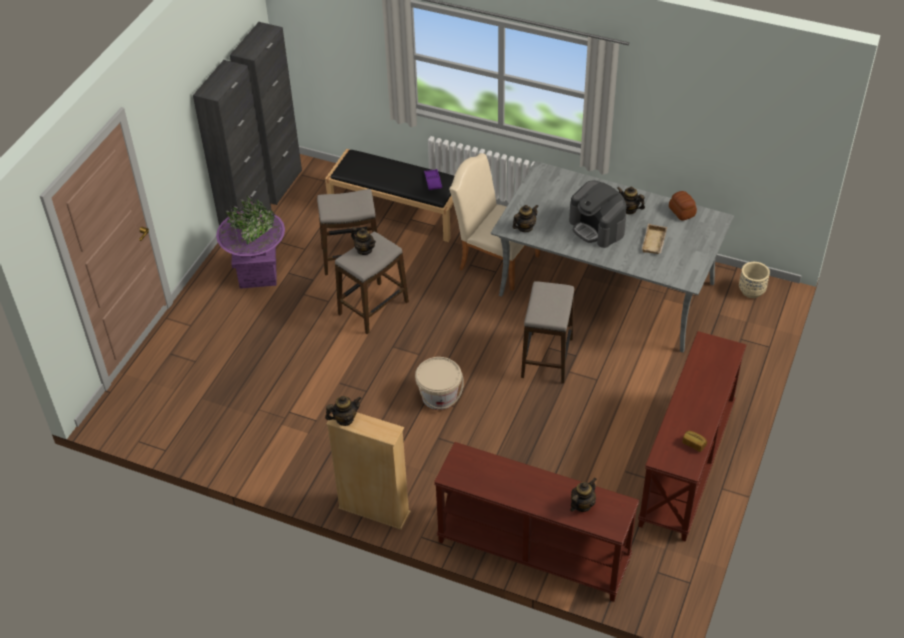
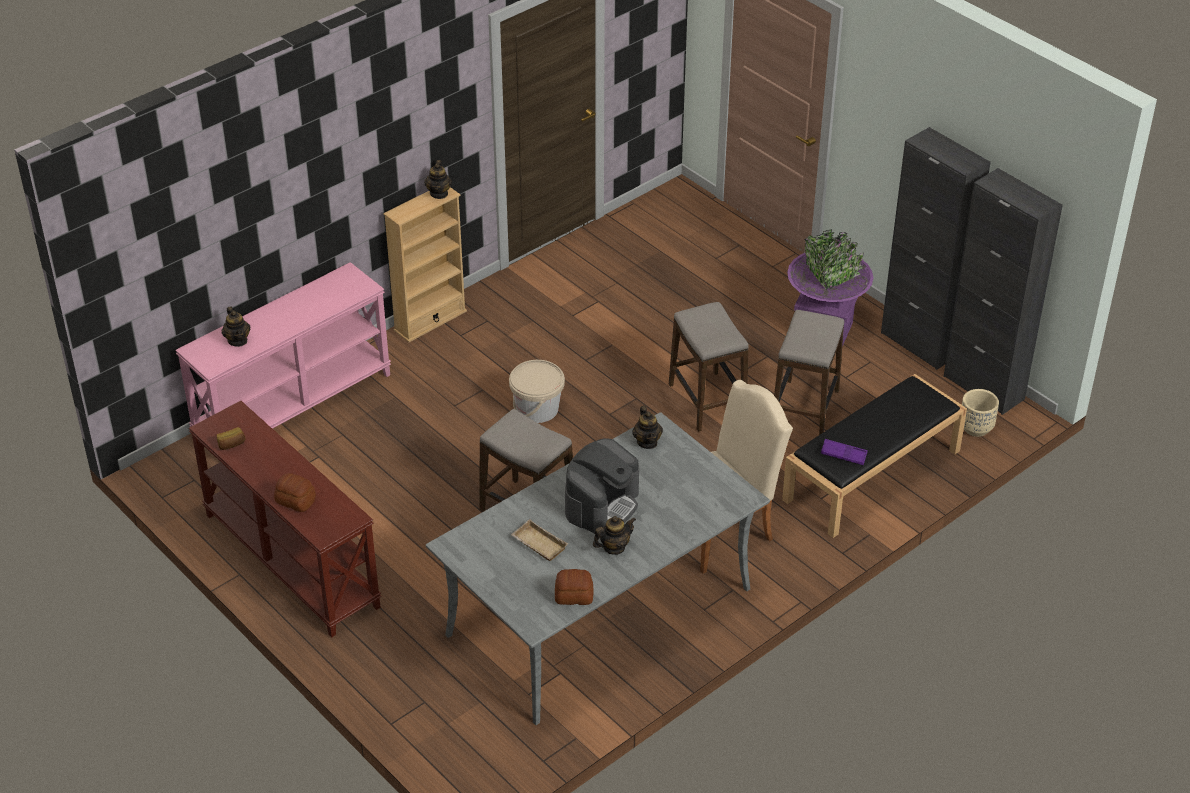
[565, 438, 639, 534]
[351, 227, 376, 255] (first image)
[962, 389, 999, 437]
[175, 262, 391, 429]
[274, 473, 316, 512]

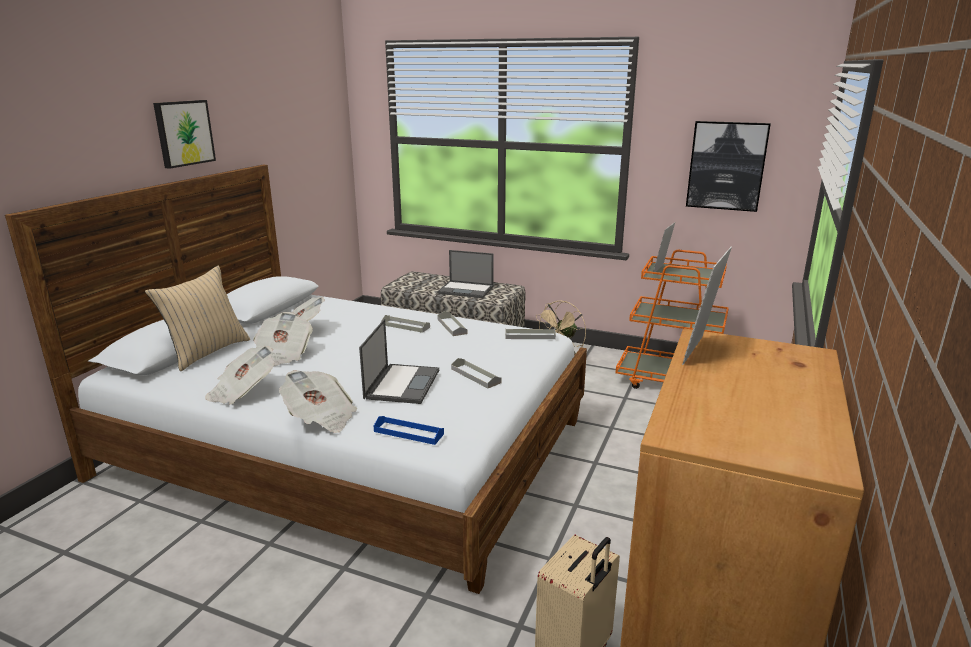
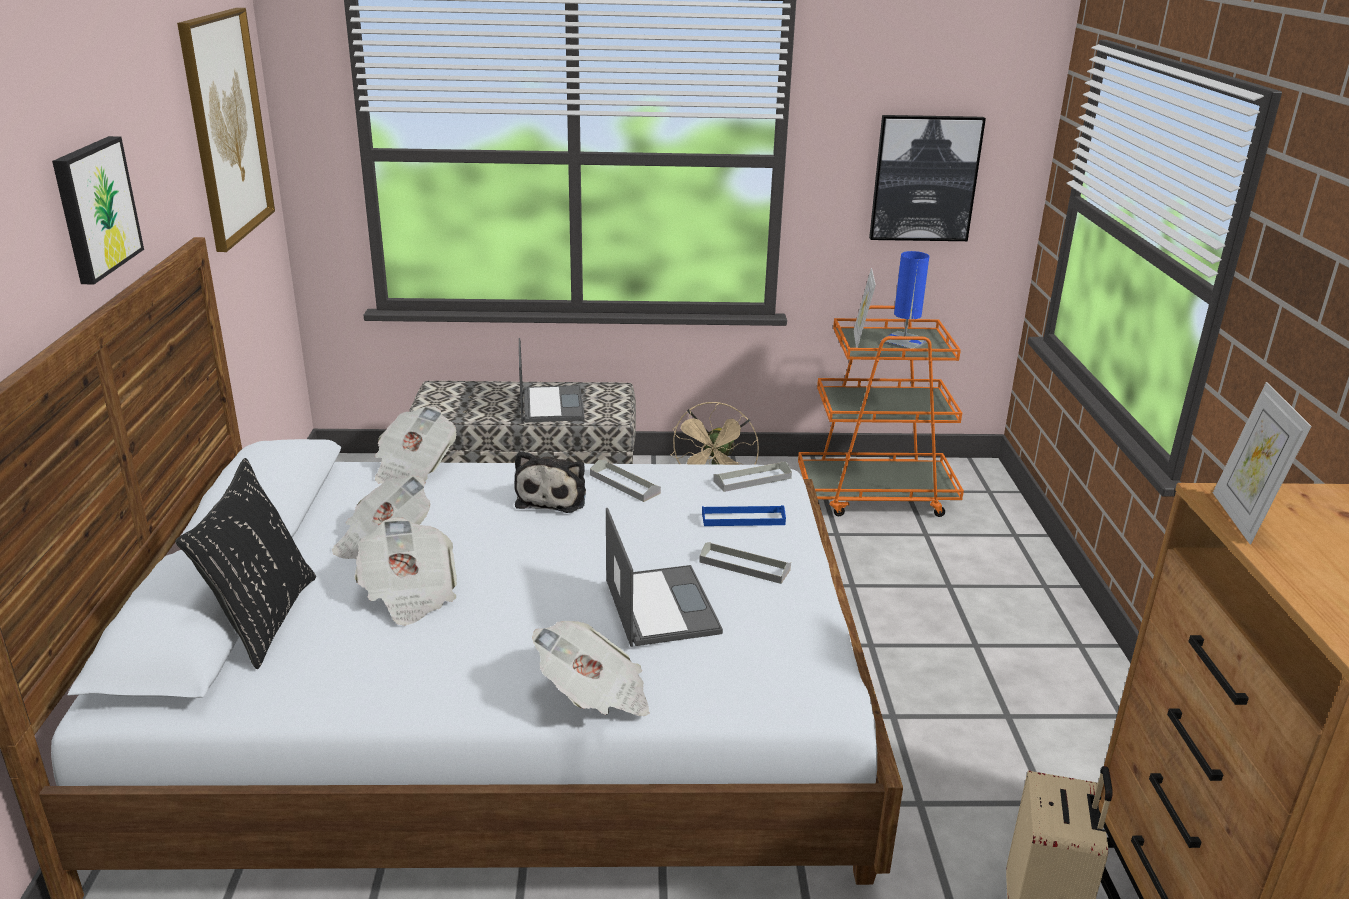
[519, 338, 585, 423]
[175, 458, 316, 669]
[514, 451, 586, 513]
[375, 406, 456, 484]
[702, 505, 786, 526]
[177, 8, 275, 252]
[880, 251, 929, 349]

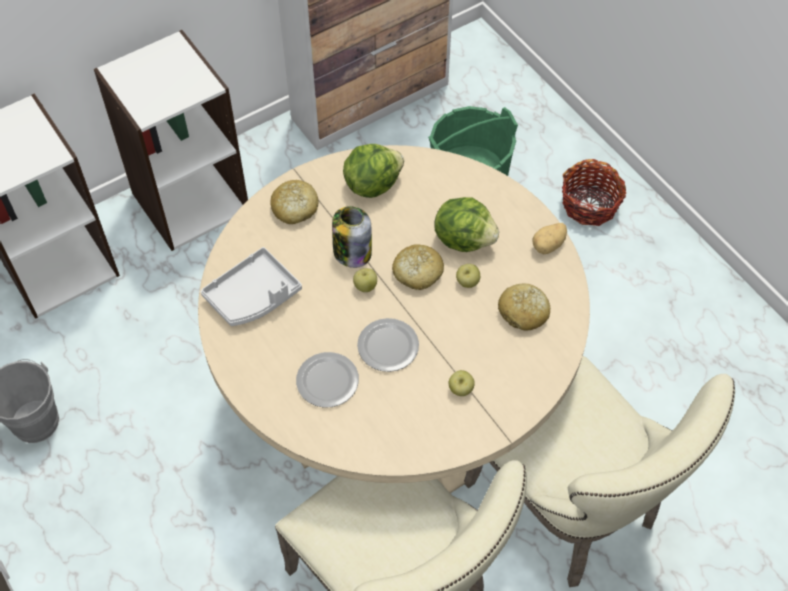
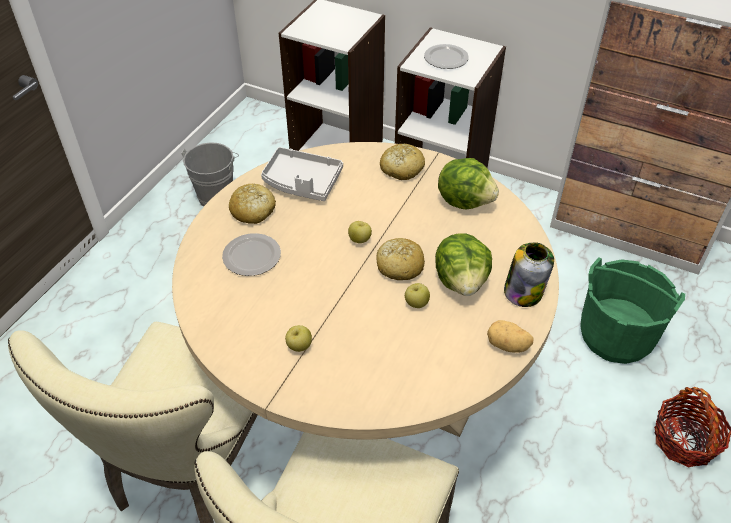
[504, 242, 554, 307]
[229, 184, 276, 224]
[424, 44, 469, 69]

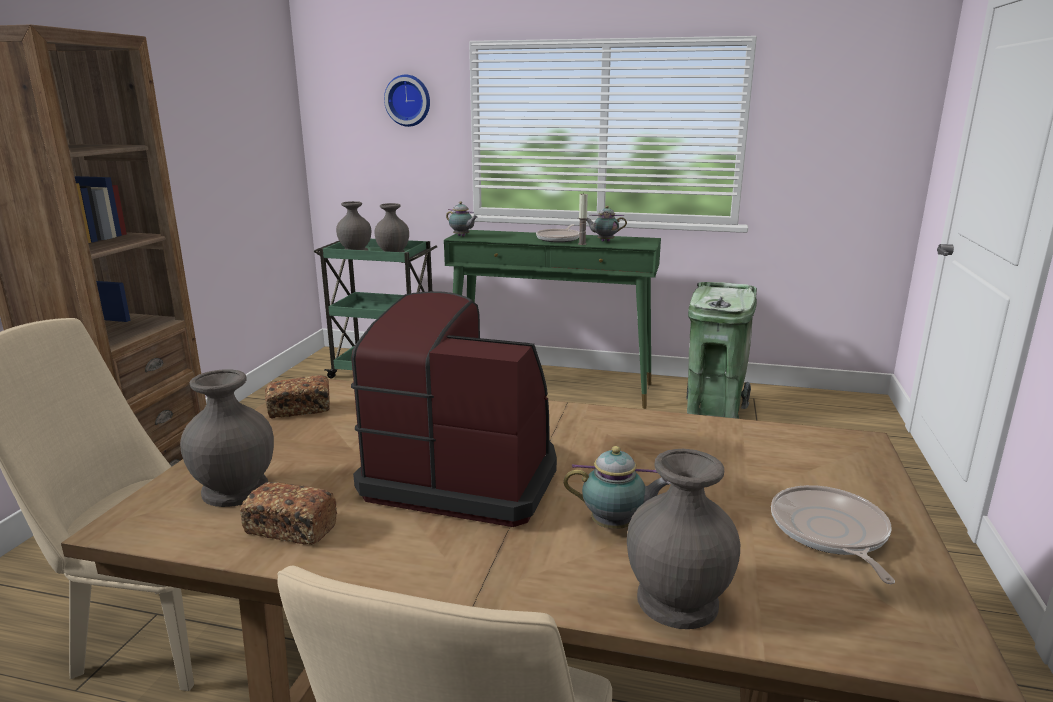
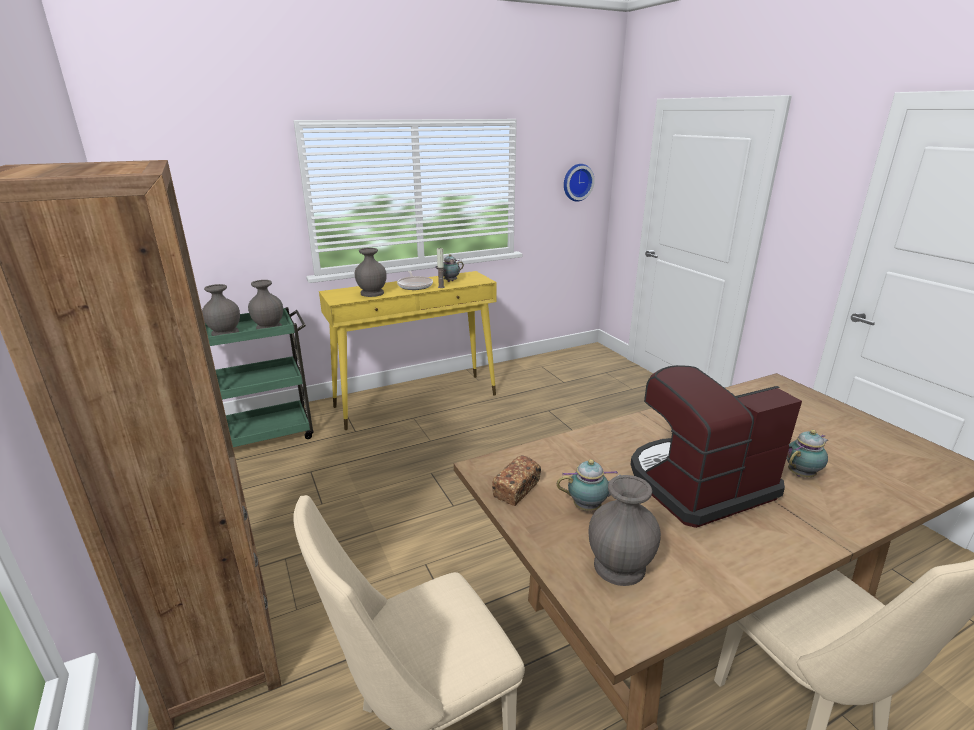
[564, 164, 595, 202]
[557, 459, 620, 511]
[319, 271, 497, 430]
[686, 282, 757, 419] (first image)
[355, 248, 387, 297]
[240, 482, 337, 545] (first image)
[771, 485, 895, 584] (first image)

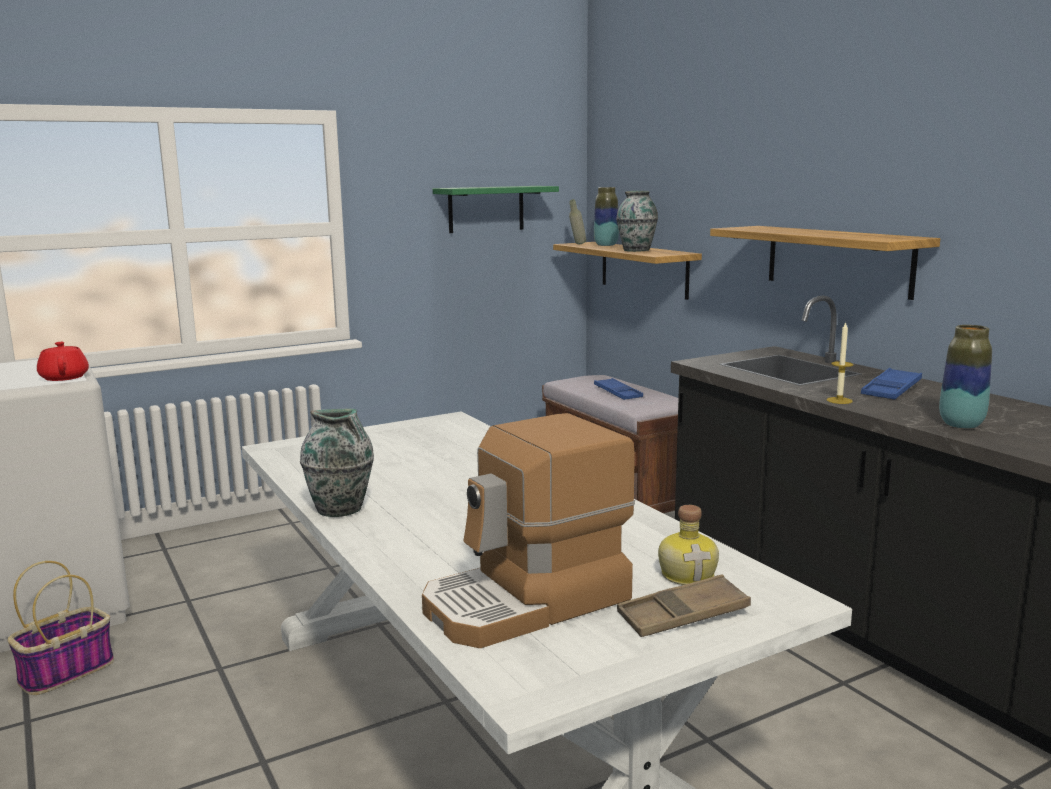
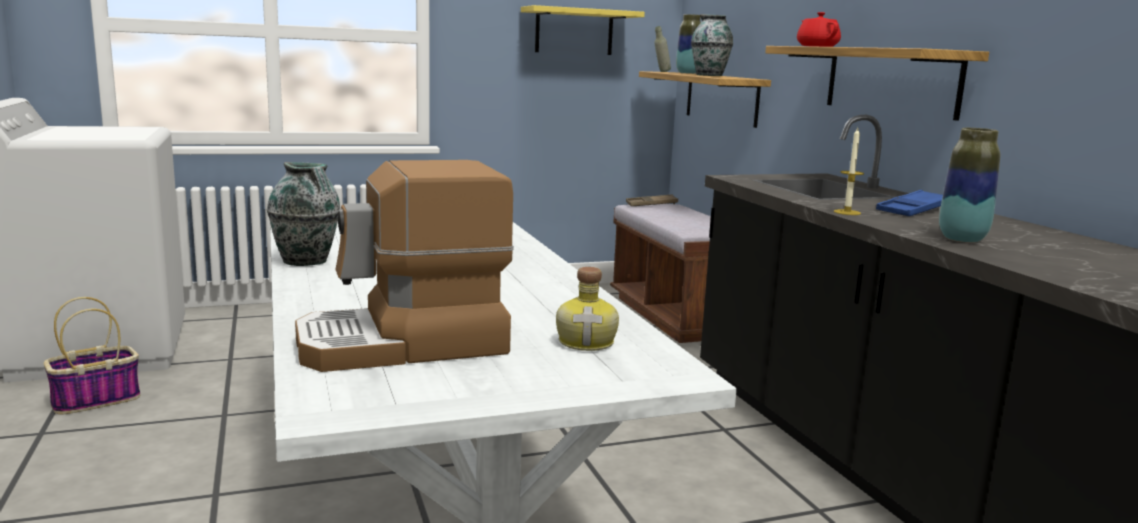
[521, 5, 645, 55]
[797, 12, 841, 47]
[594, 378, 643, 400] (first image)
[626, 194, 678, 206]

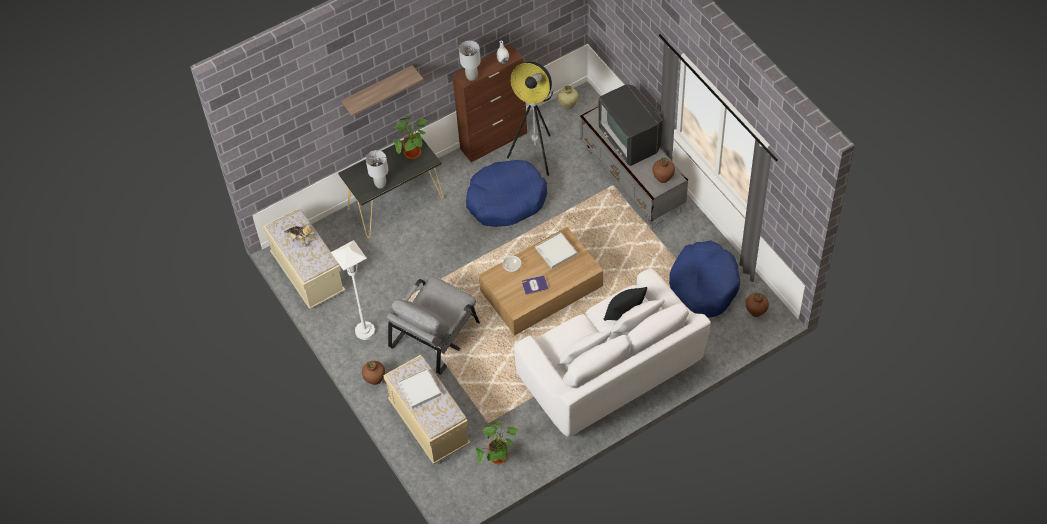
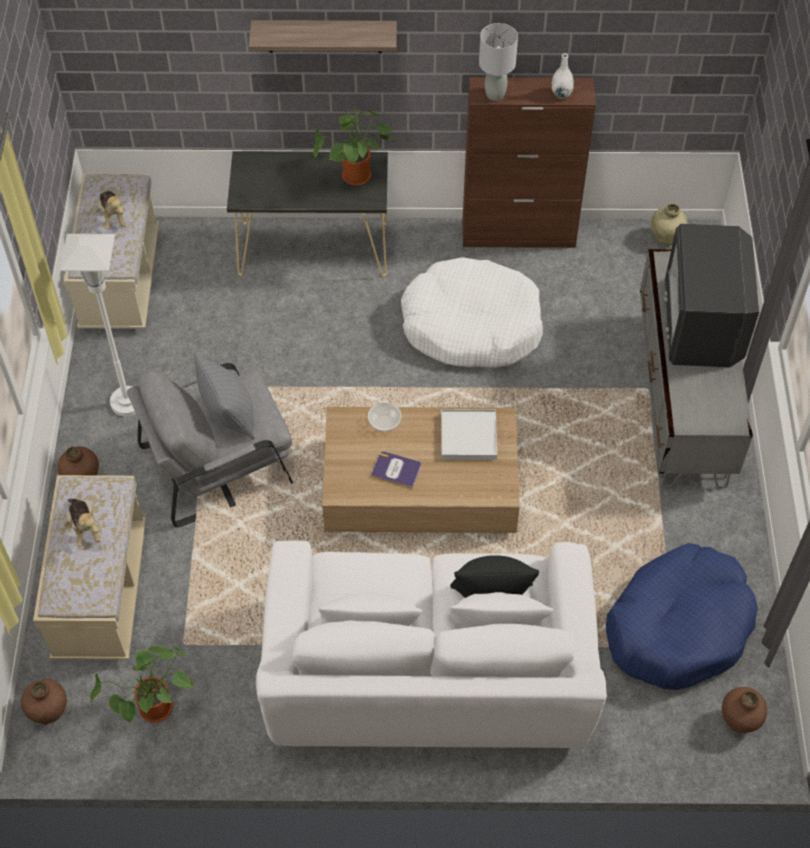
[507, 62, 554, 176] (first image)
[366, 150, 388, 189] (first image)
[21, 679, 67, 725]
[401, 257, 543, 368]
[63, 499, 101, 547]
[195, 353, 255, 440]

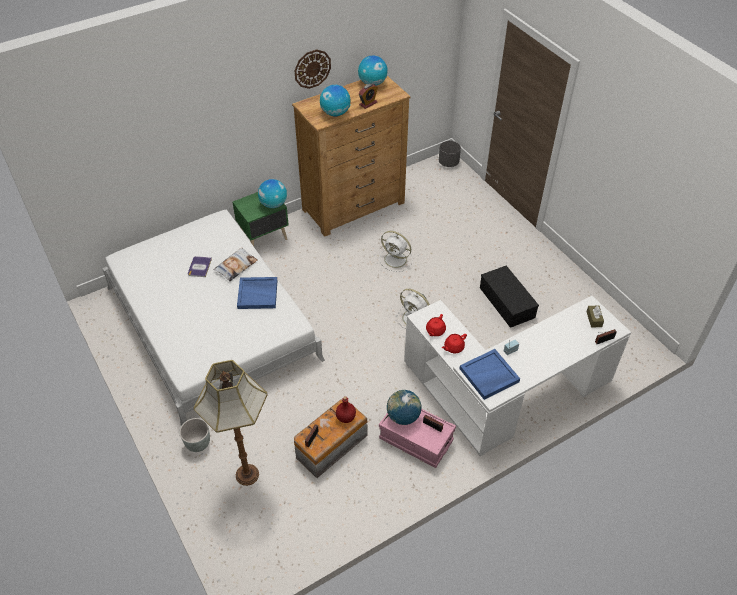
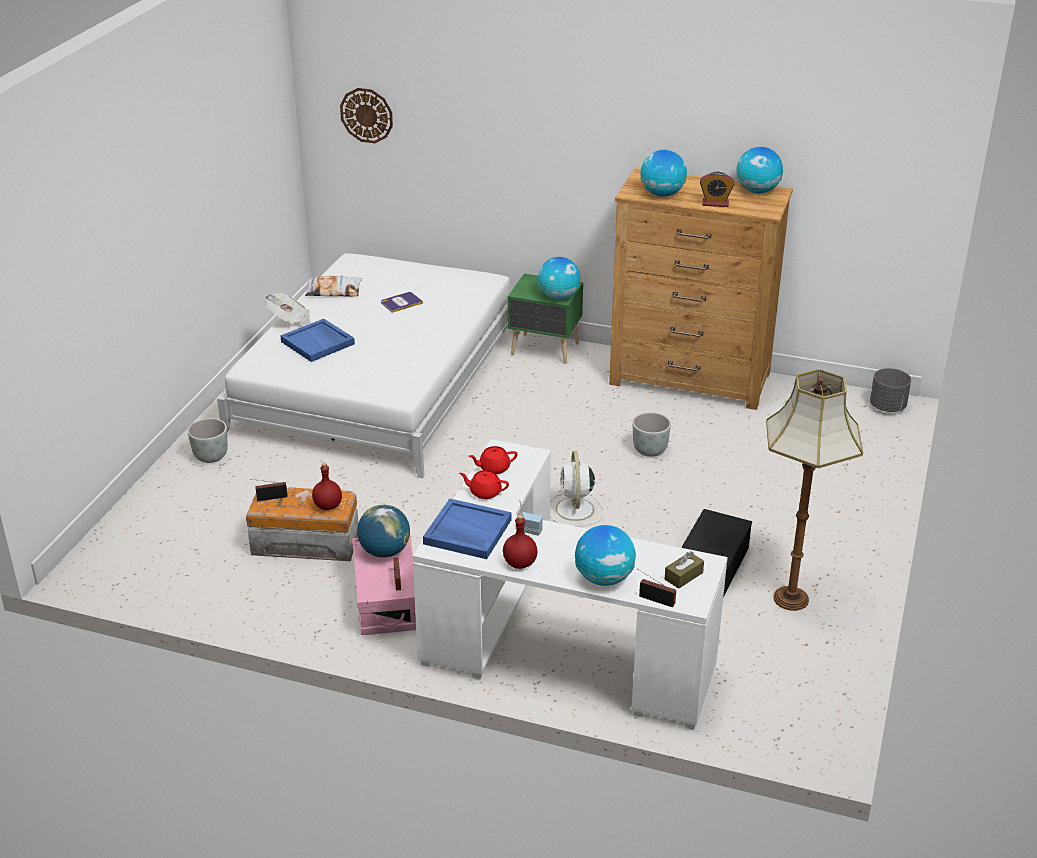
[340, 88, 393, 143]
[632, 412, 671, 457]
[305, 276, 362, 297]
[280, 319, 355, 362]
[766, 369, 863, 611]
[264, 293, 311, 325]
[503, 515, 538, 569]
[575, 525, 636, 586]

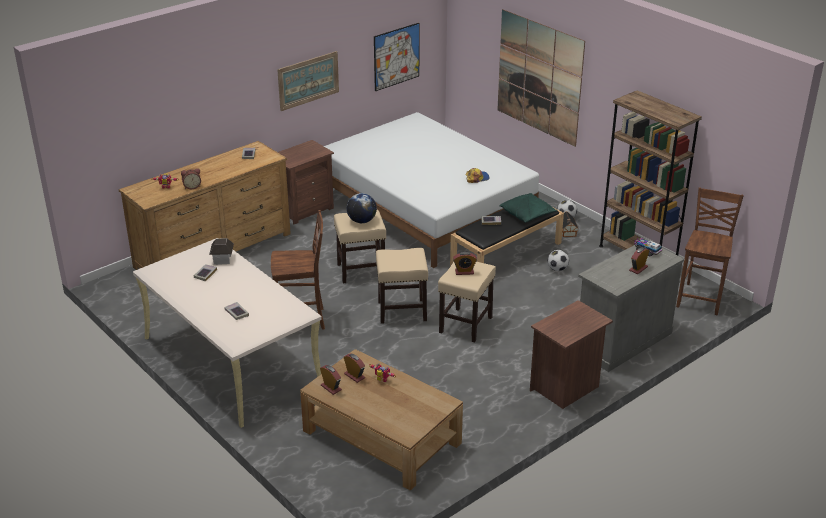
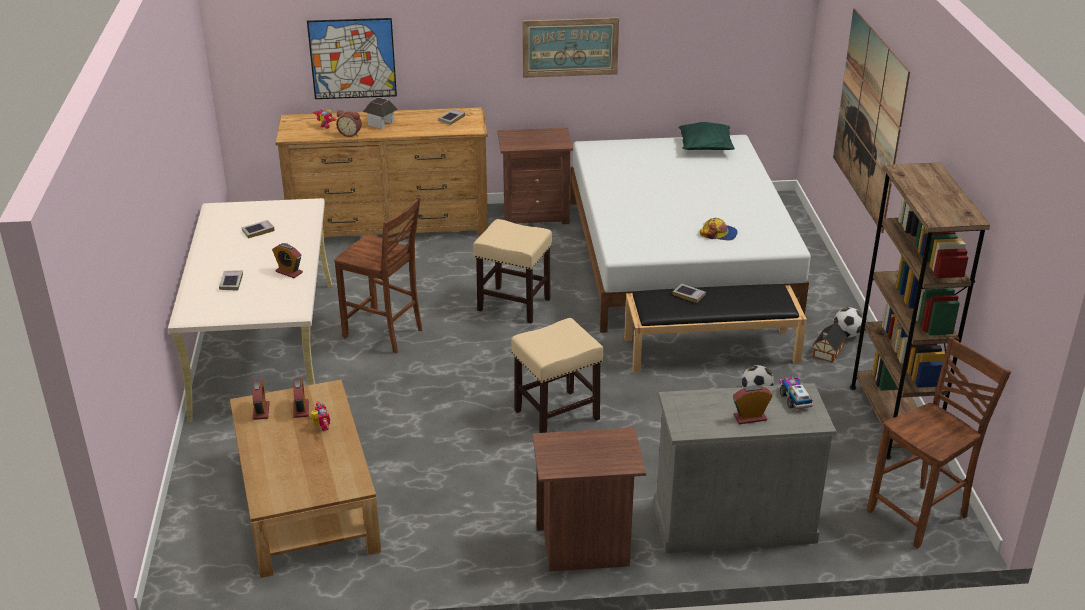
[307, 18, 397, 99]
[347, 193, 377, 223] (first image)
[678, 122, 735, 150]
[363, 98, 398, 129]
[376, 248, 428, 324] (first image)
[272, 243, 303, 278]

